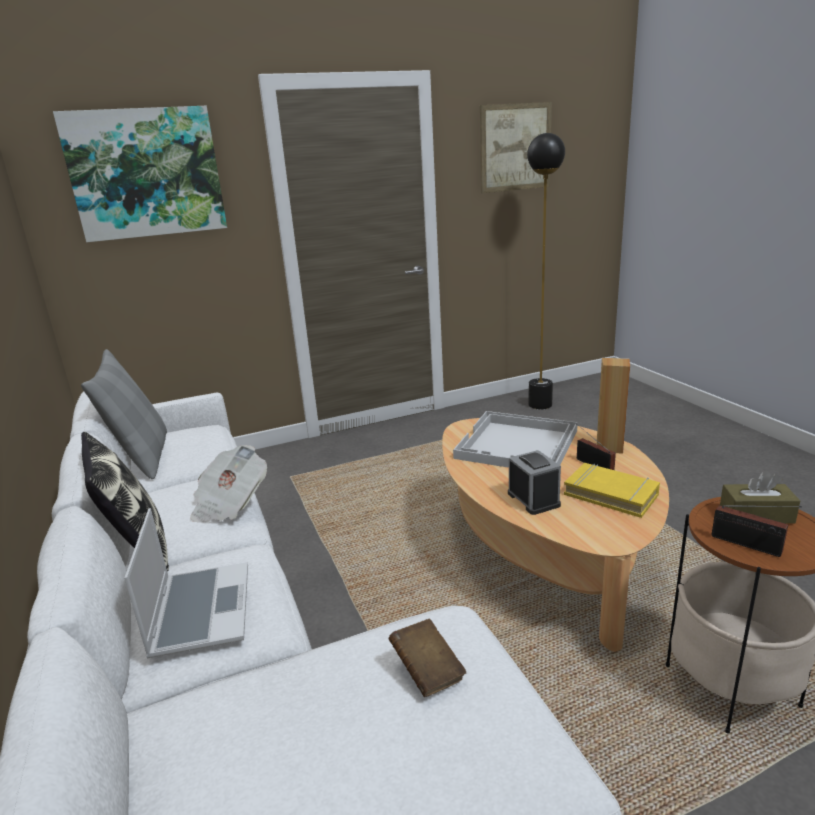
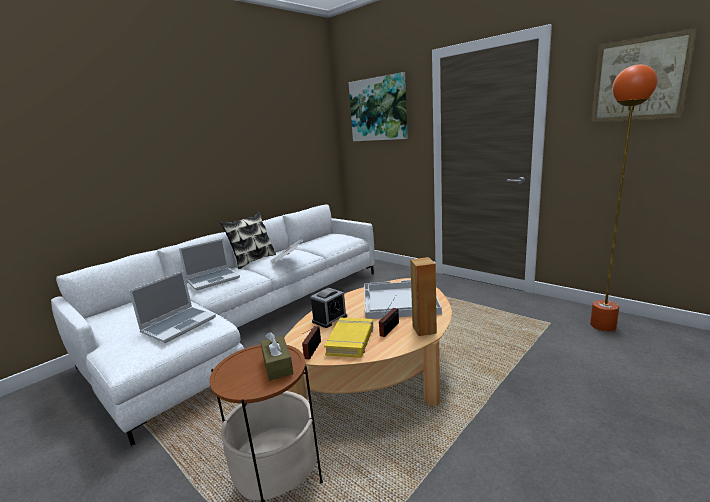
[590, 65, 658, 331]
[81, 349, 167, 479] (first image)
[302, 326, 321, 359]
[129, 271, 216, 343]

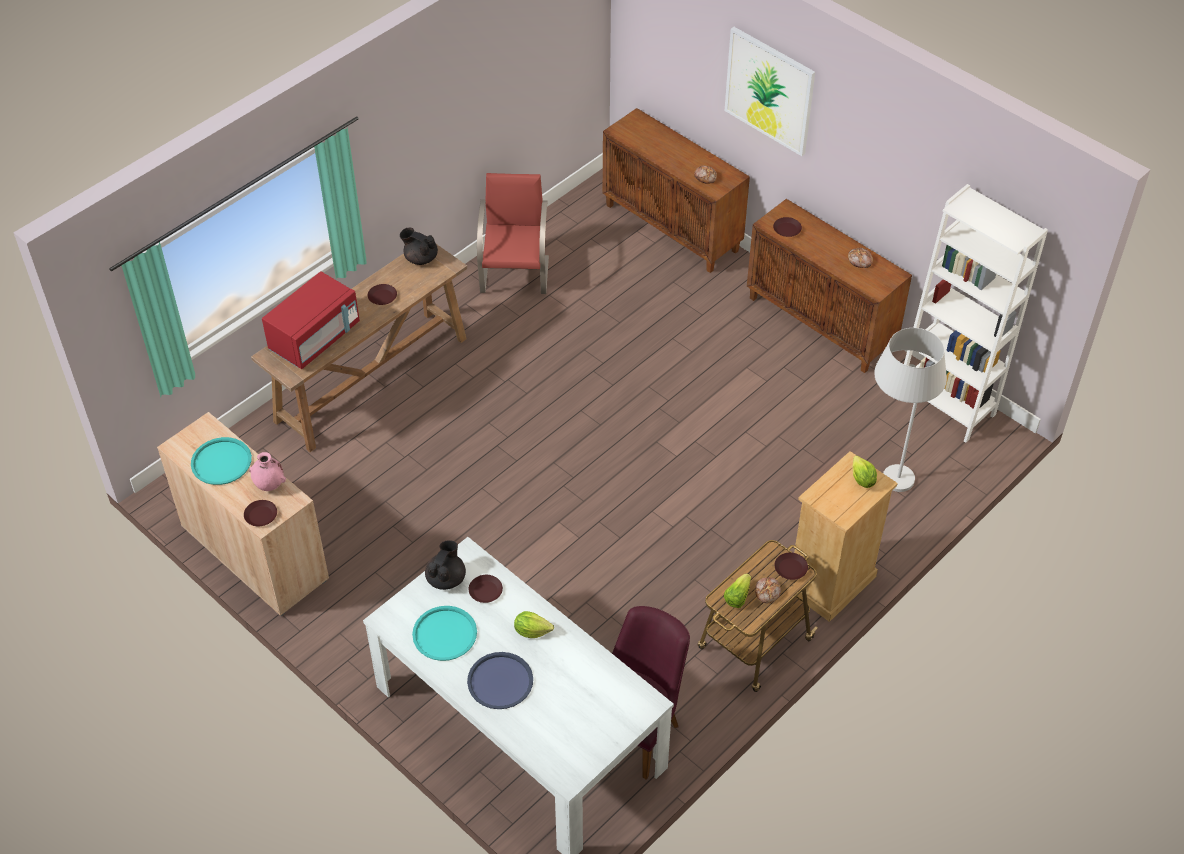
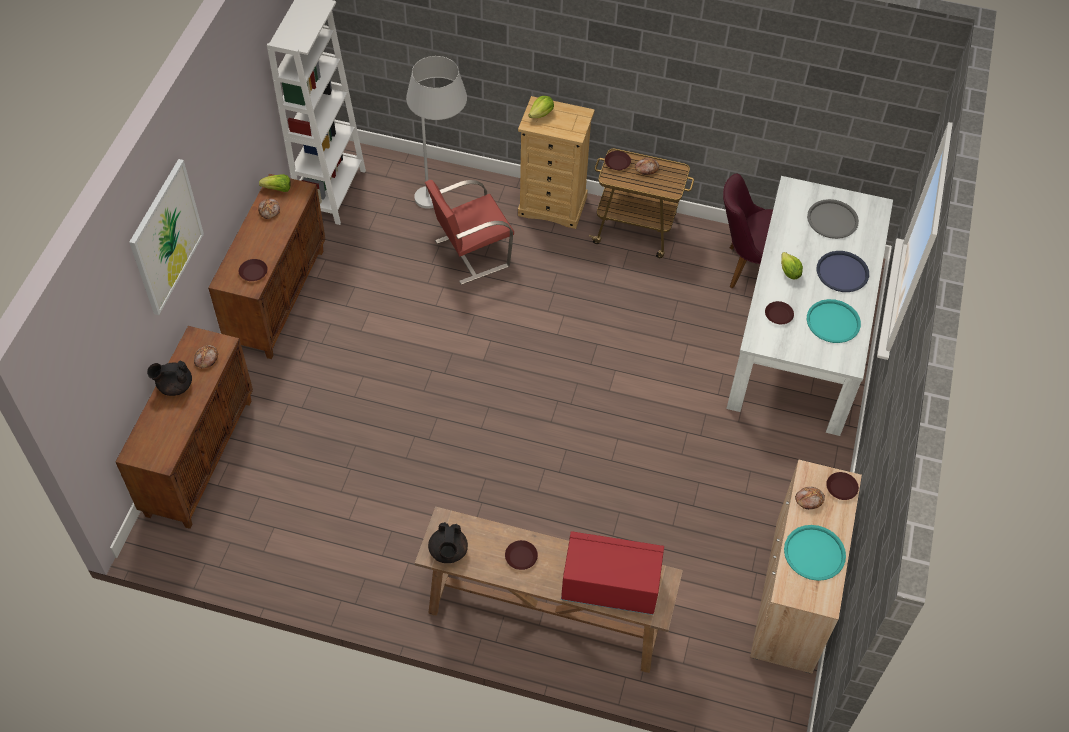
[425, 180, 514, 285]
[795, 487, 825, 509]
[147, 361, 192, 396]
[259, 174, 291, 192]
[807, 199, 859, 239]

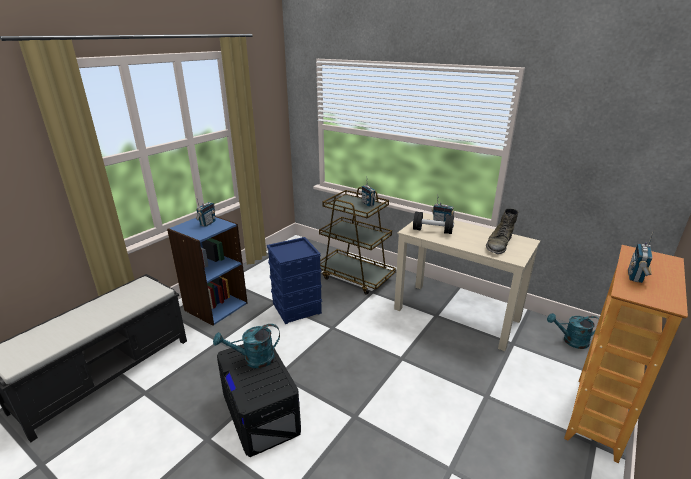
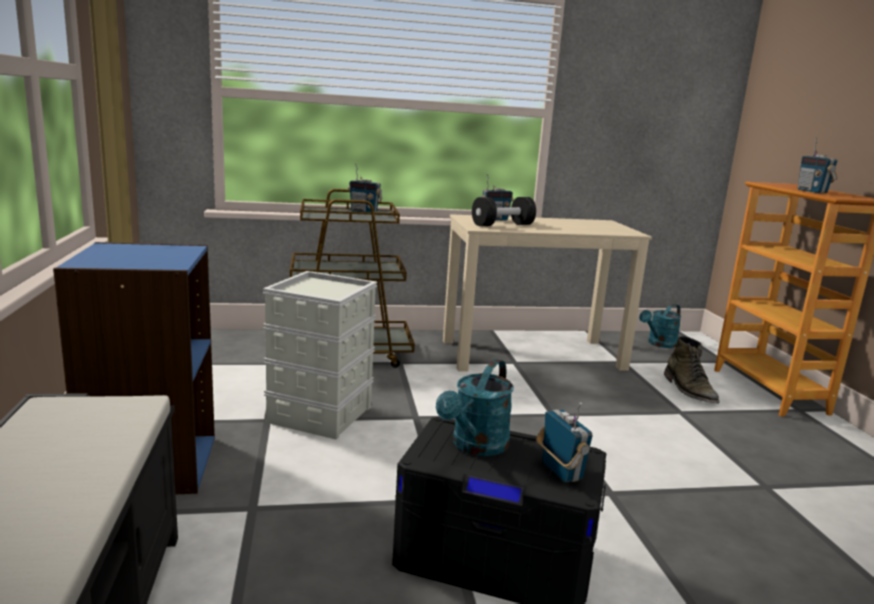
[536, 402, 592, 483]
[664, 336, 719, 404]
[263, 271, 377, 440]

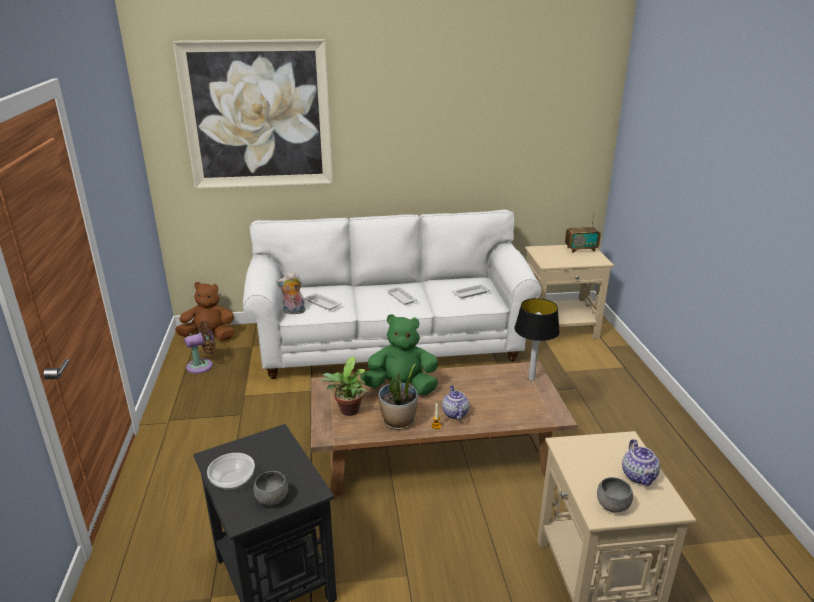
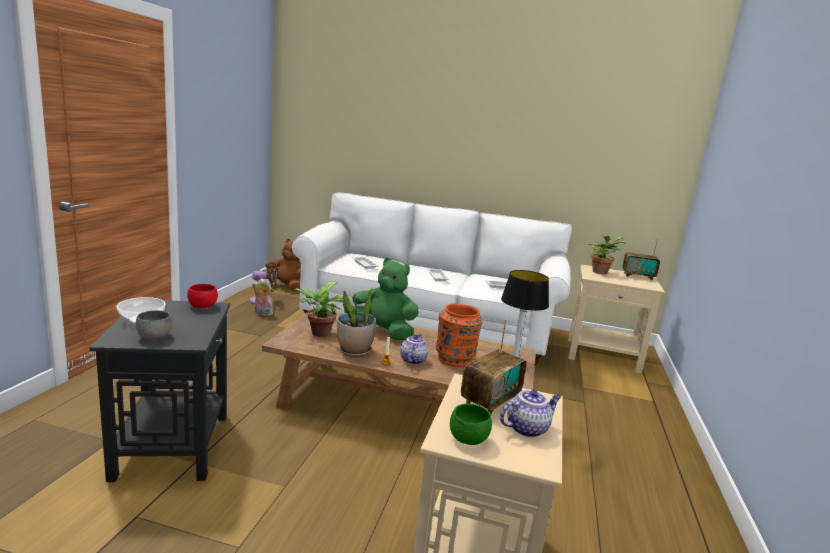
[172, 39, 333, 189] (first image)
[253, 278, 273, 316]
[500, 390, 561, 437]
[450, 404, 492, 445]
[589, 235, 626, 274]
[187, 284, 218, 308]
[436, 304, 483, 367]
[461, 319, 527, 414]

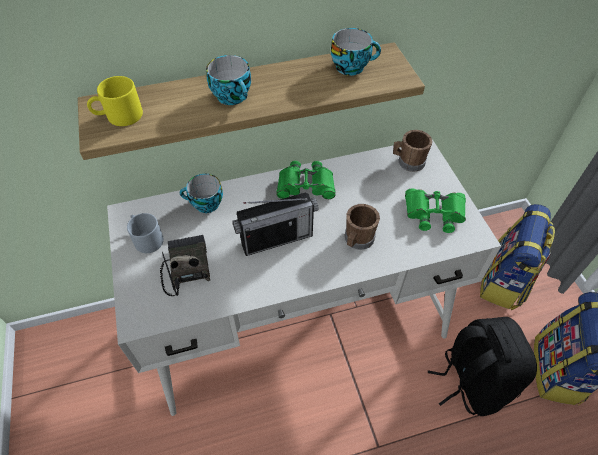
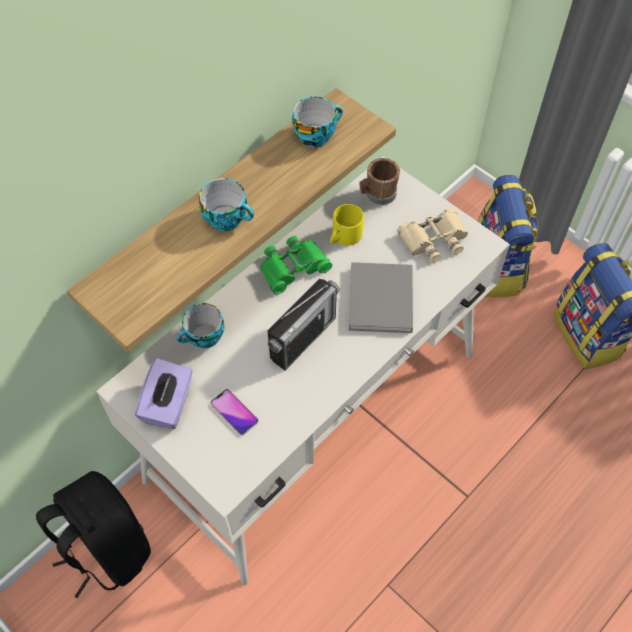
[330, 204, 364, 246]
[397, 208, 468, 263]
[349, 262, 413, 333]
[135, 358, 193, 429]
[210, 389, 259, 436]
[36, 471, 151, 598]

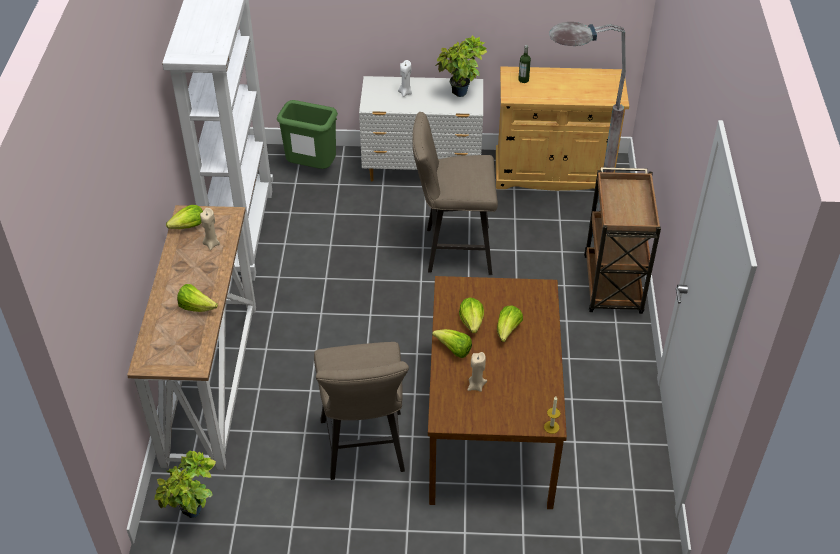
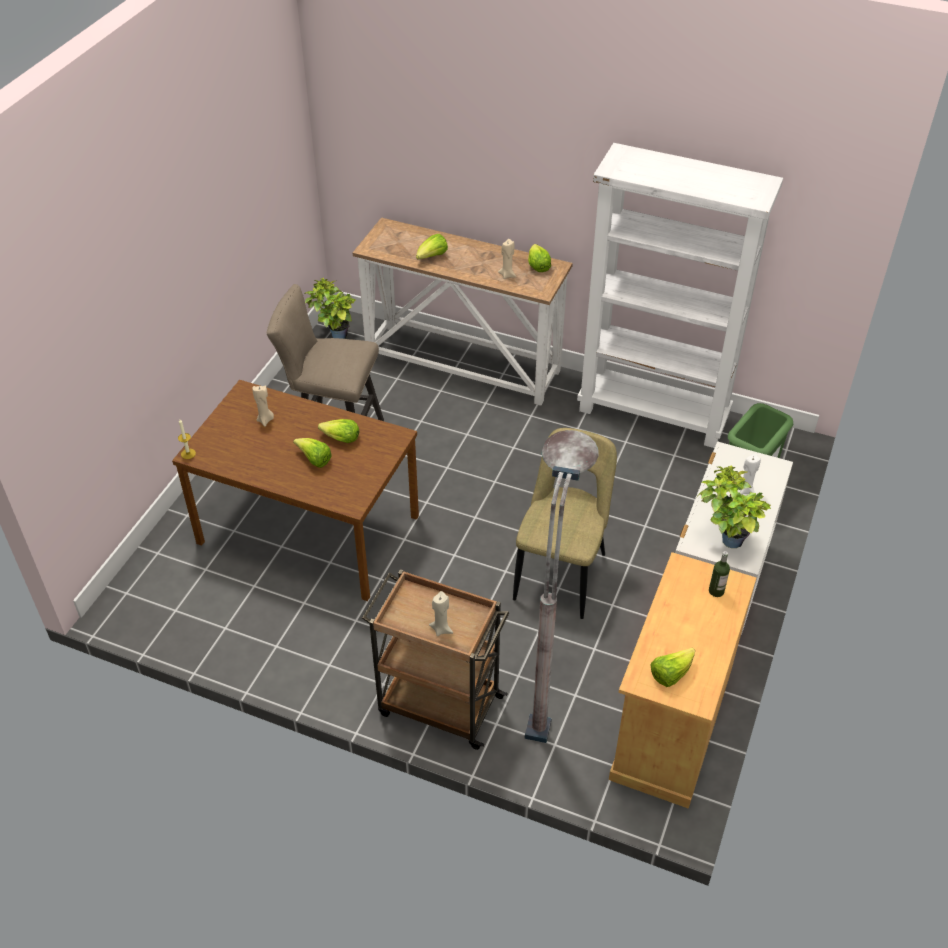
[513, 428, 617, 619]
[650, 648, 695, 687]
[429, 591, 453, 636]

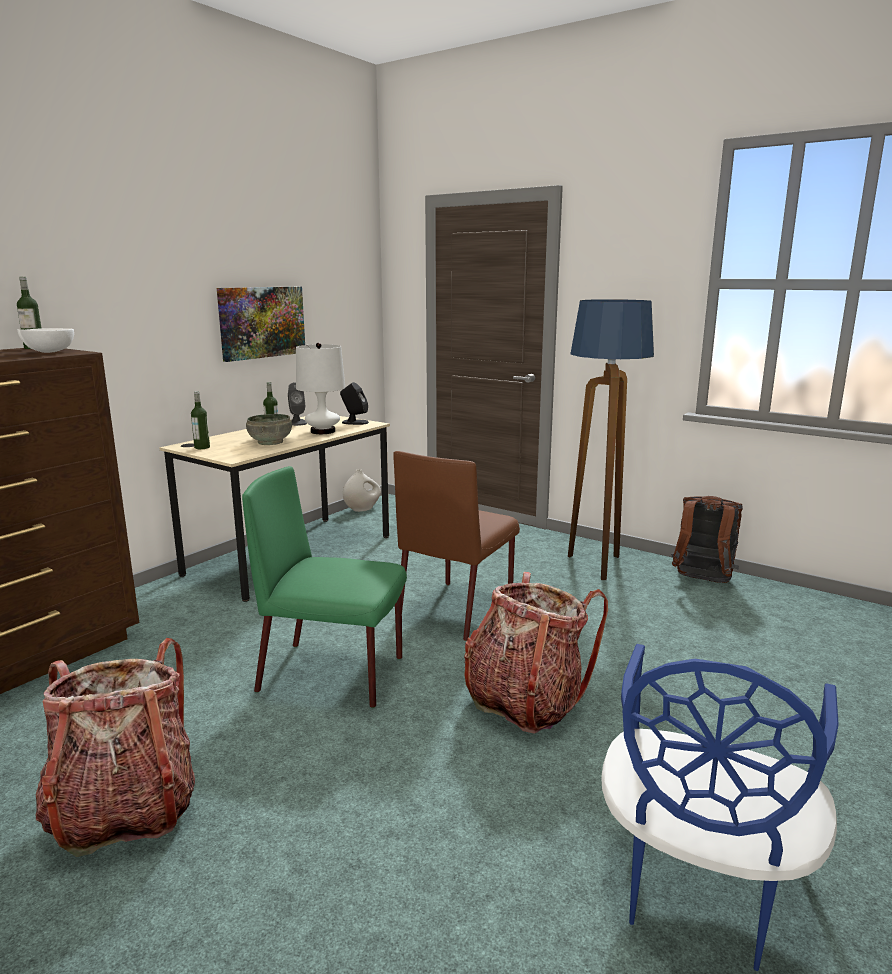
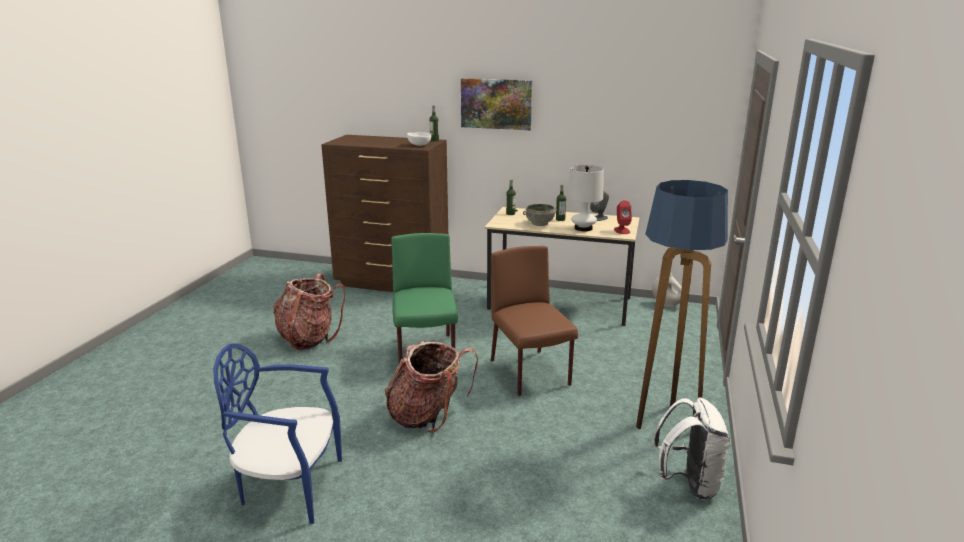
[461, 78, 532, 130]
[614, 200, 632, 234]
[491, 246, 578, 396]
[653, 397, 731, 500]

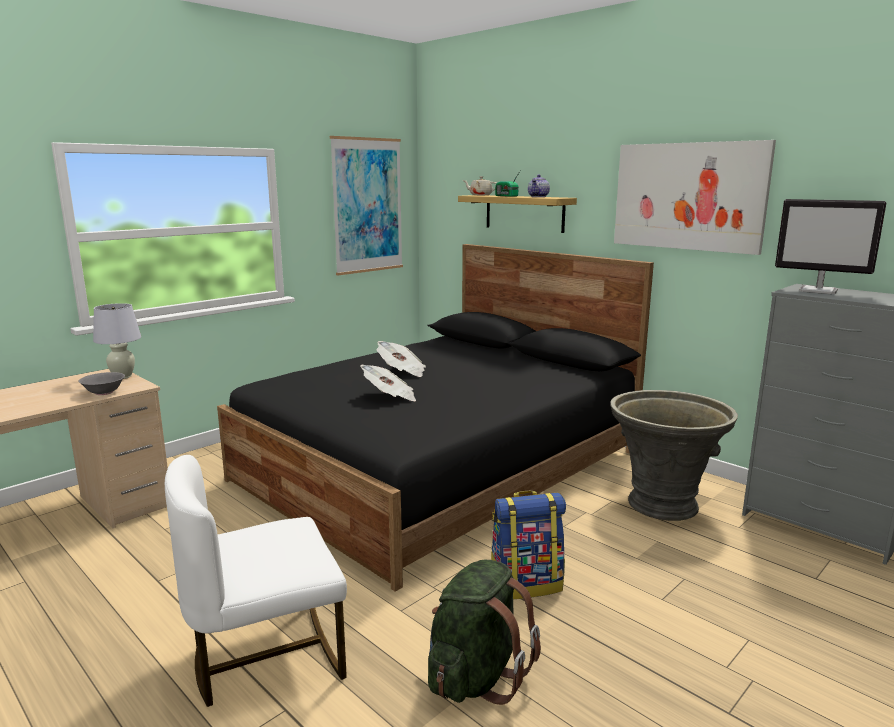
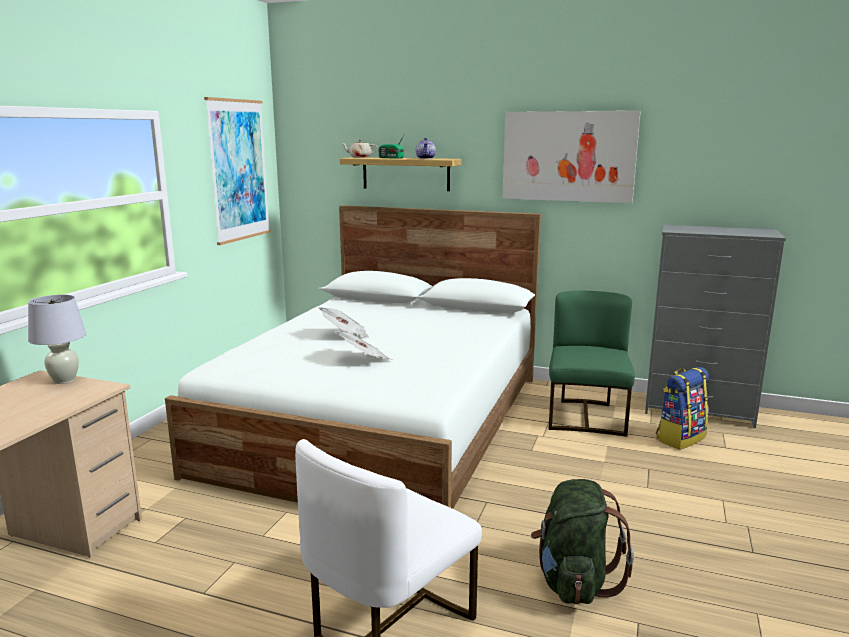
[775, 199, 886, 294] (first image)
[165, 205, 541, 509]
[78, 372, 125, 395] (first image)
[549, 291, 635, 437]
[656, 367, 709, 450]

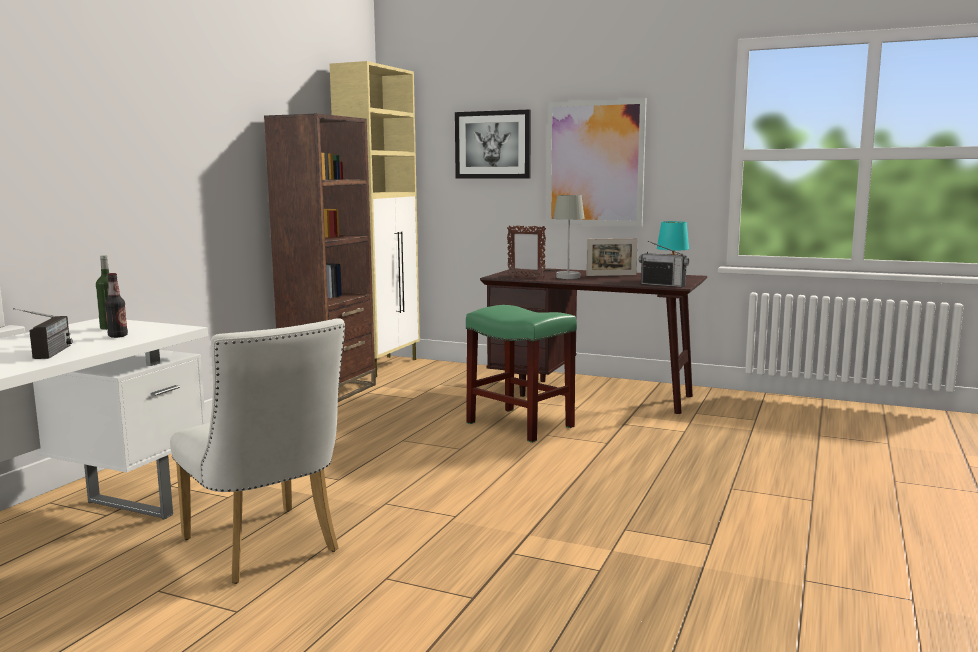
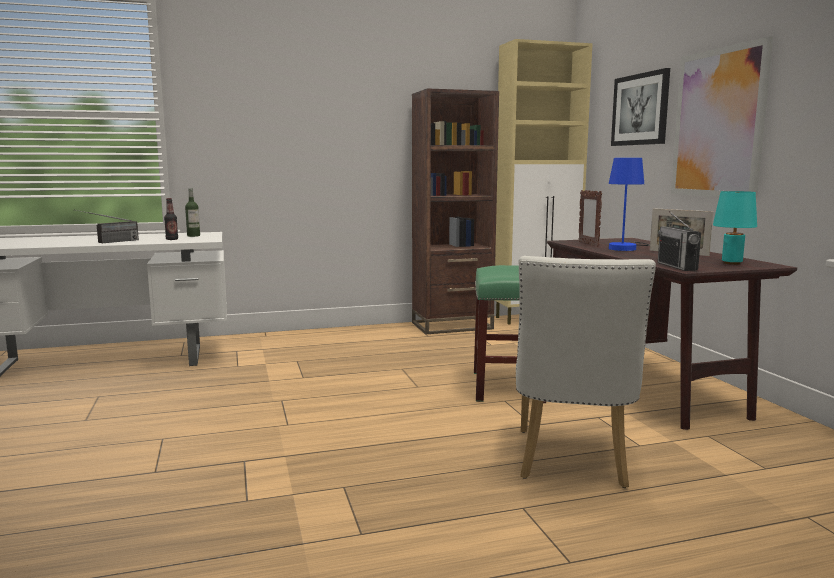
[609, 158, 650, 251]
[516, 256, 656, 488]

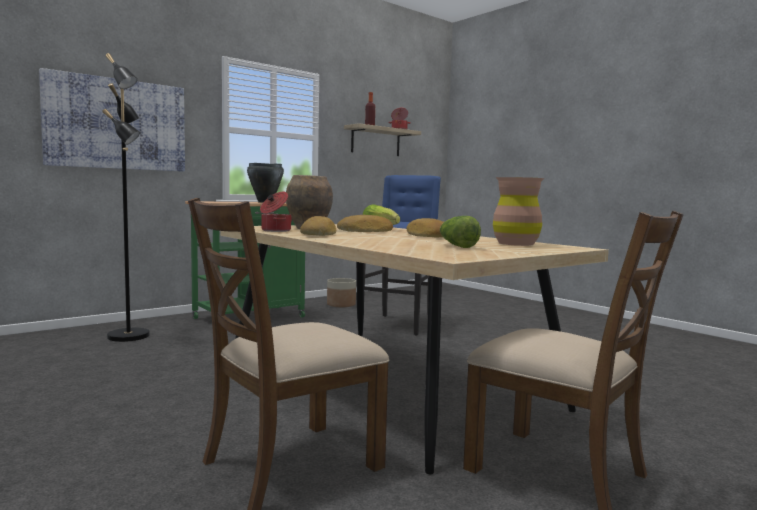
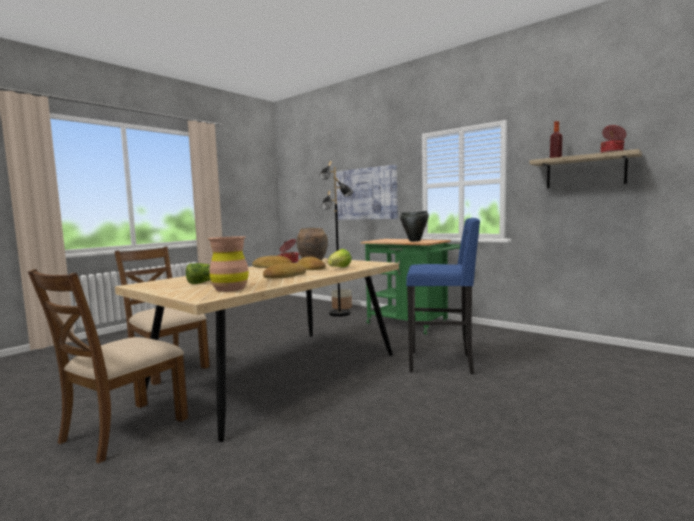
[331, 289, 352, 309]

